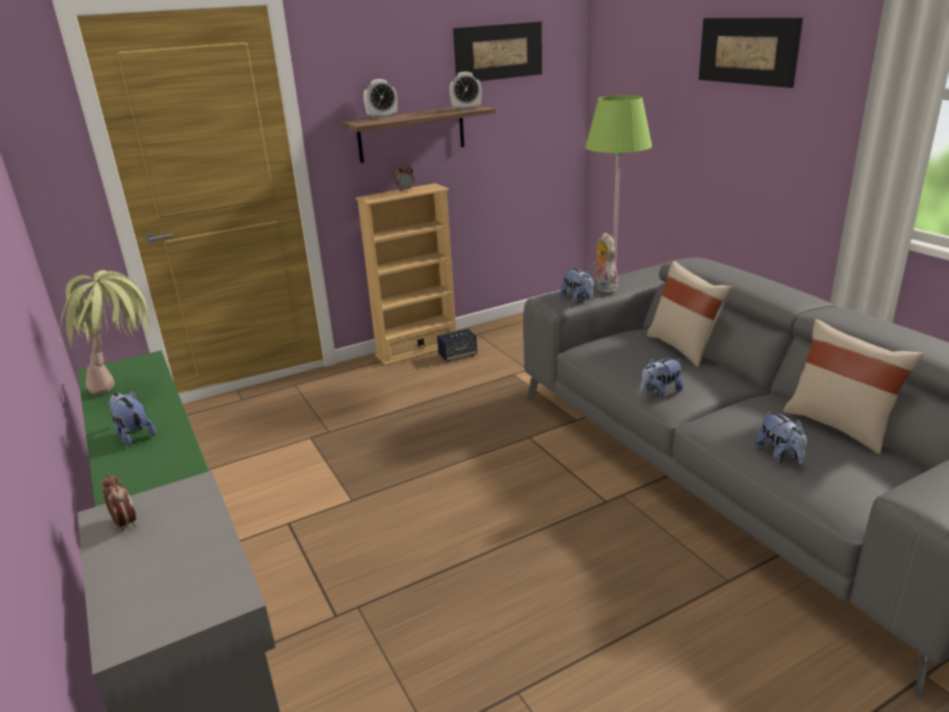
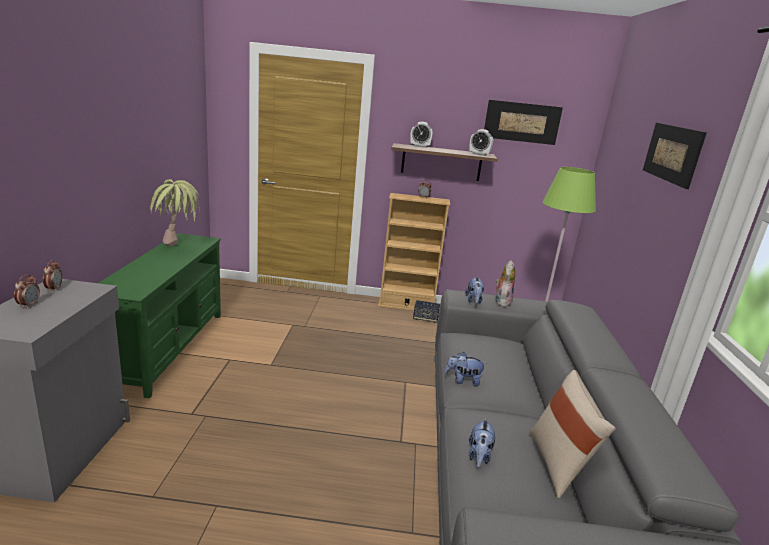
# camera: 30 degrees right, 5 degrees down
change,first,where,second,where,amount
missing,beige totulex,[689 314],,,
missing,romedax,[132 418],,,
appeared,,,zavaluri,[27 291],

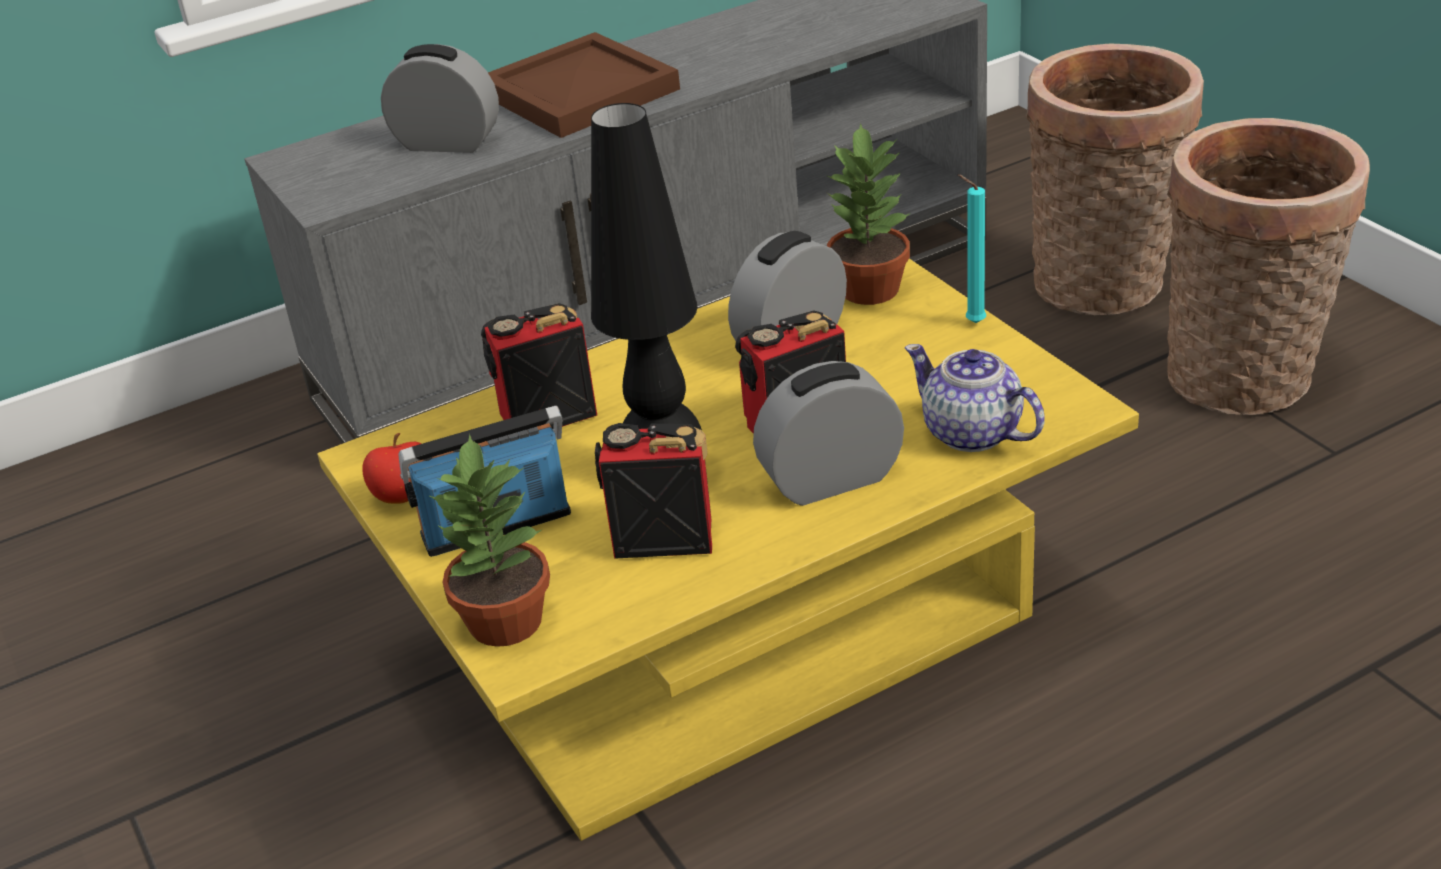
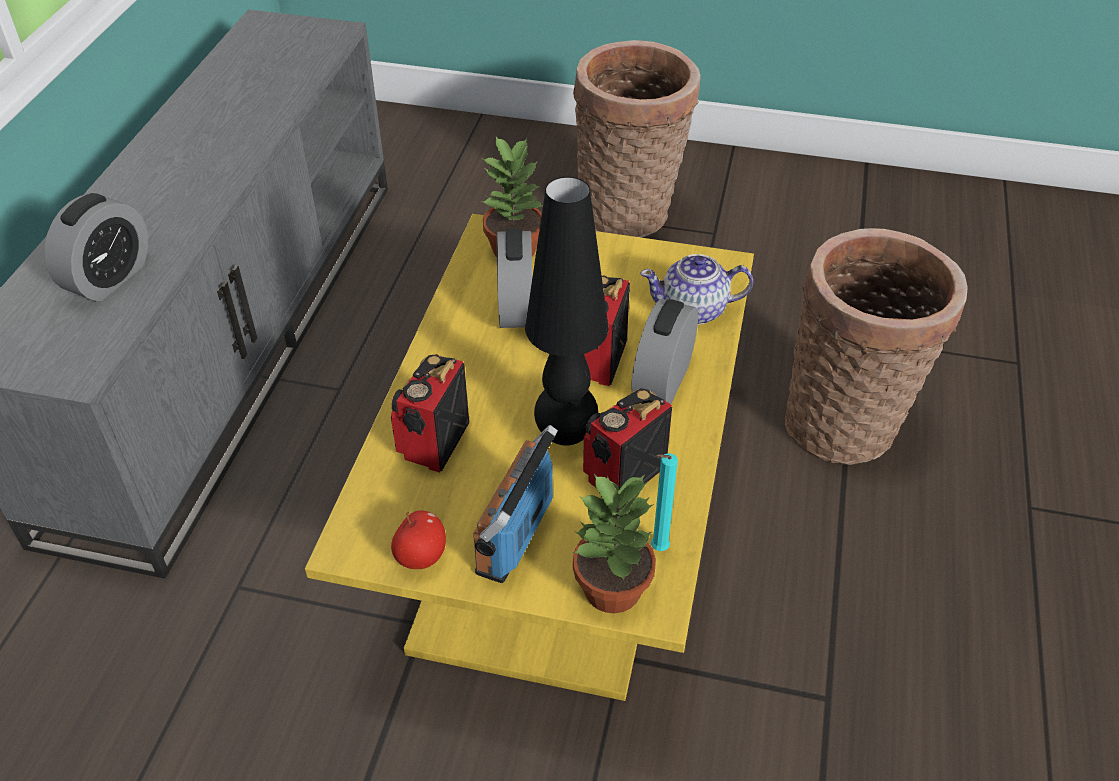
# camera: 50 degrees left, 10 degrees up
change,first,where,second,where,amount
missing,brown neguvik,[584 85],,,
spun,zavaluri,[440 98],,[96 247],150 degrees clockwise
relocated,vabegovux,[1115 179],,[876 346],
relocated,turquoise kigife,[972 248],,[664 502],

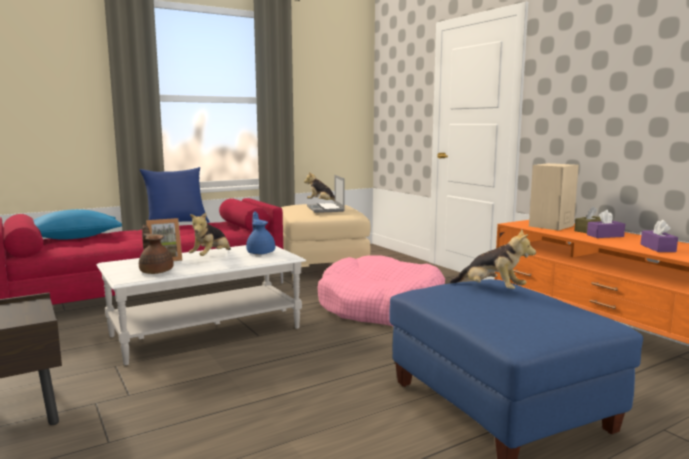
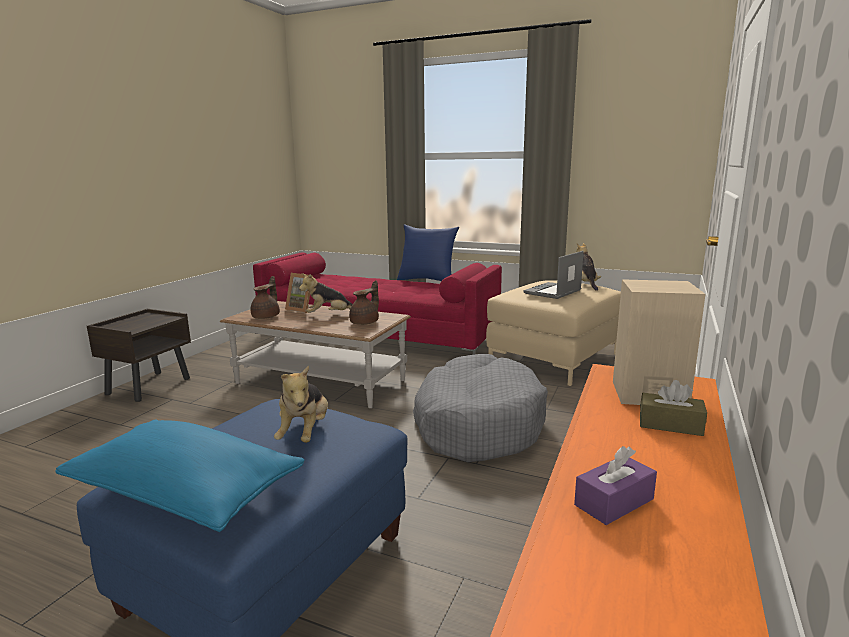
# camera: 55 degrees right, 5 degrees up
change,first,where,second,where,amount
relocated,blue totulex,[77 224],,[179 475],
missing,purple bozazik,[606 224],,,
colour,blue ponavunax,[260 233],brown ponavunax,[364 302],
colour,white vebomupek,[201 305],brown vebomupek,[315 354],
colour,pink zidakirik,[381 290],grey zidakirik,[480 408],

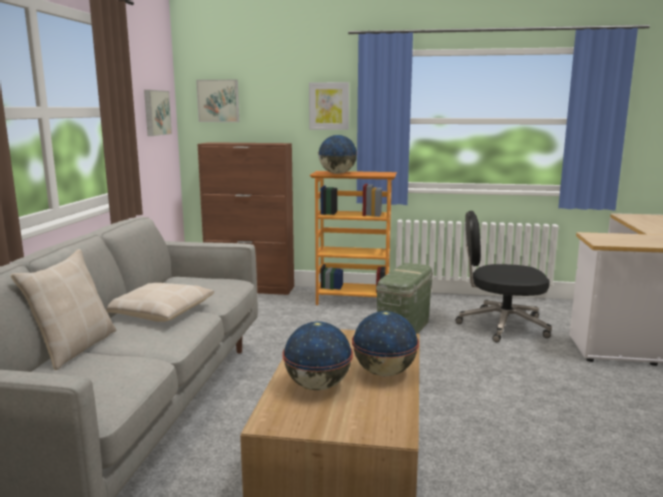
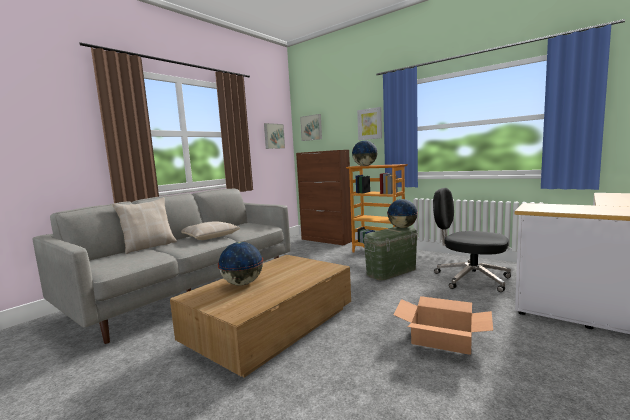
# camera: 30 degrees right, 5 degrees down
change,first,where,second,where,amount
relocated,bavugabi,[385 343],,[402 213],
appeared,,,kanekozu,[443 325],

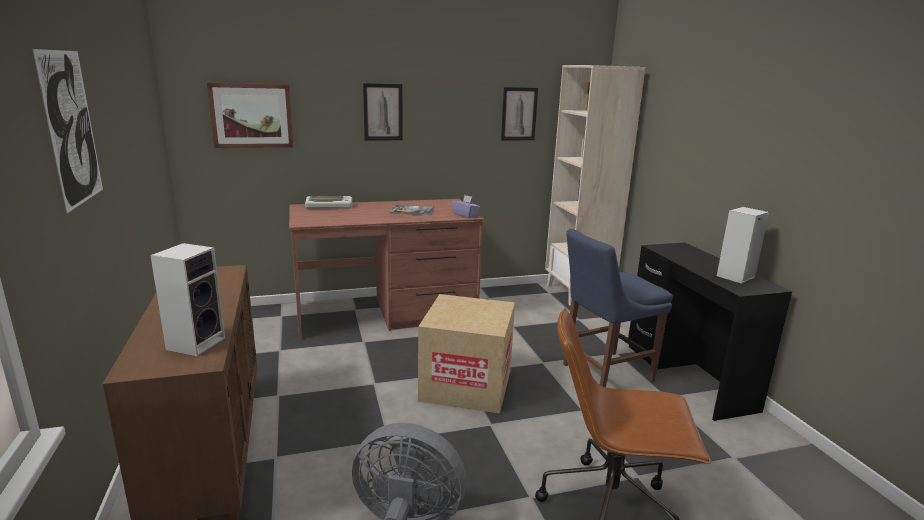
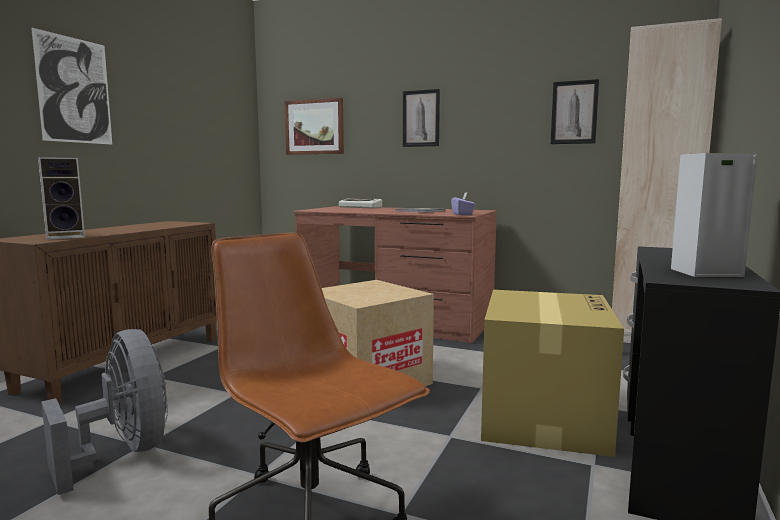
# camera: 40 degrees right, 10 degrees down
change,first,where,second,where,amount
exchanged,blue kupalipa,[618 308],kanekozu,[552 373],

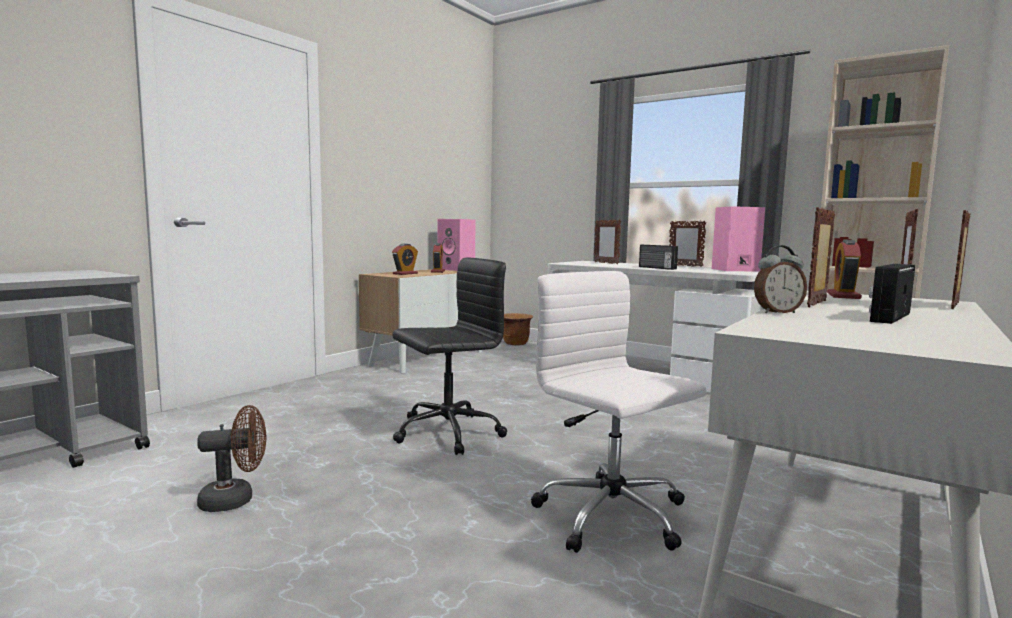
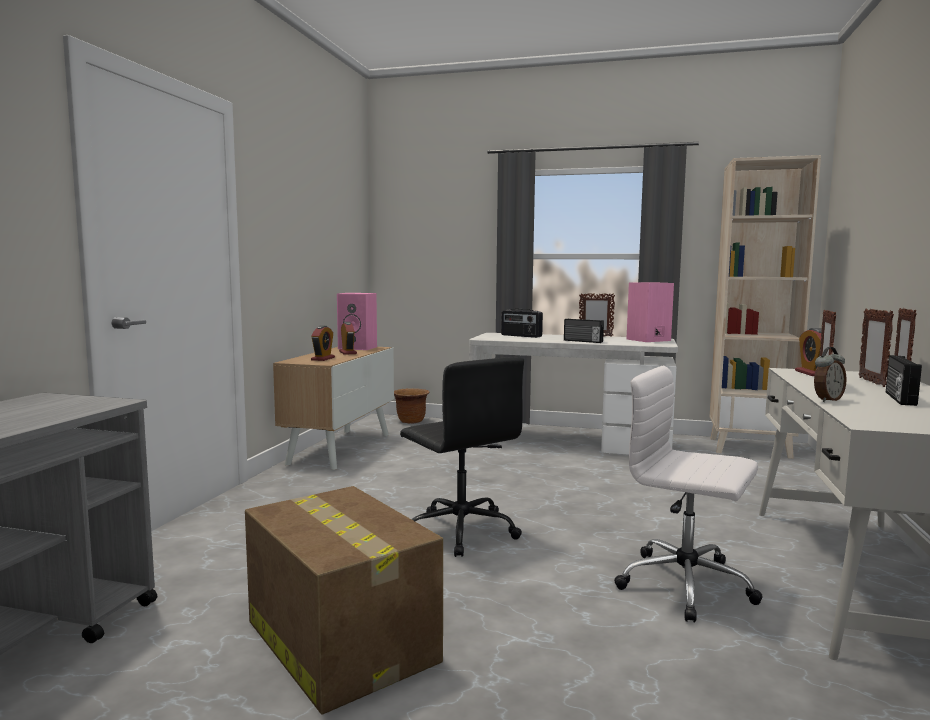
# camera: 20 degrees left, 0 degrees up
change,first,where,second,where,amount
exchanged,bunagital,[607 241],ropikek,[522 323],
spun,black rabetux,[450 356],,[462 457],105 degrees clockwise
exchanged,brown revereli,[231 458],kanekozu,[344 600],

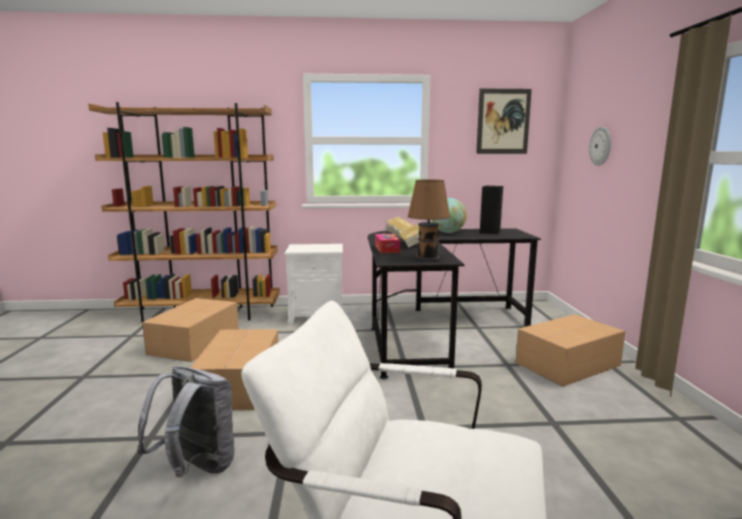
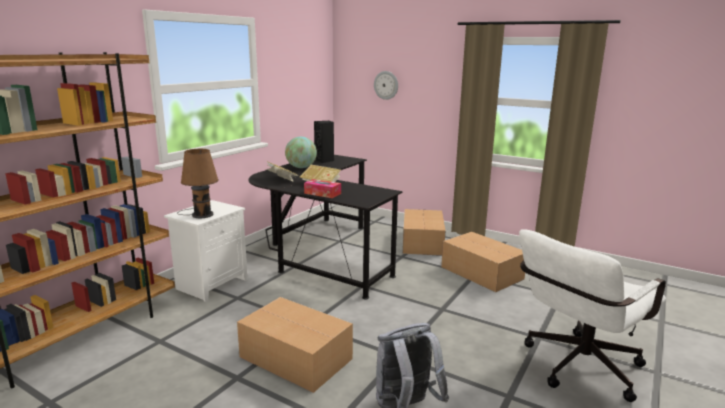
# camera: 55 degrees left, 5 degrees up
change,first,where,second,where,amount
missing,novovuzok,[504 121],,,
relocated,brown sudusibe,[428 220],,[198 183],
relocated,kanekozu,[190 330],,[483 262],

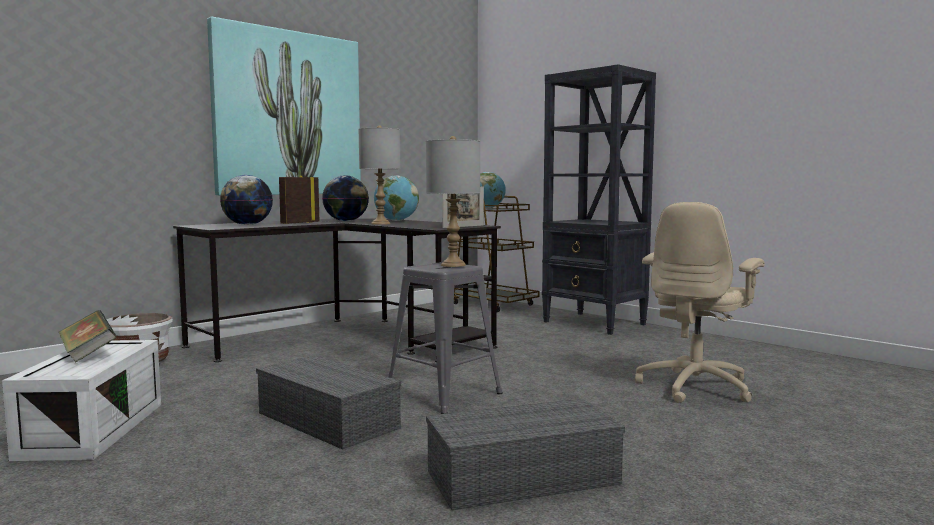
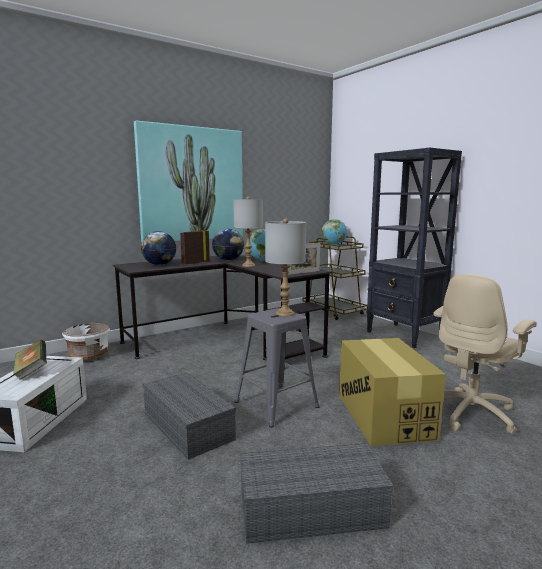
# camera: 10 degrees right, 5 degrees up
change,first,where,second,where,amount
appeared,,,kanekozu,[392 392],

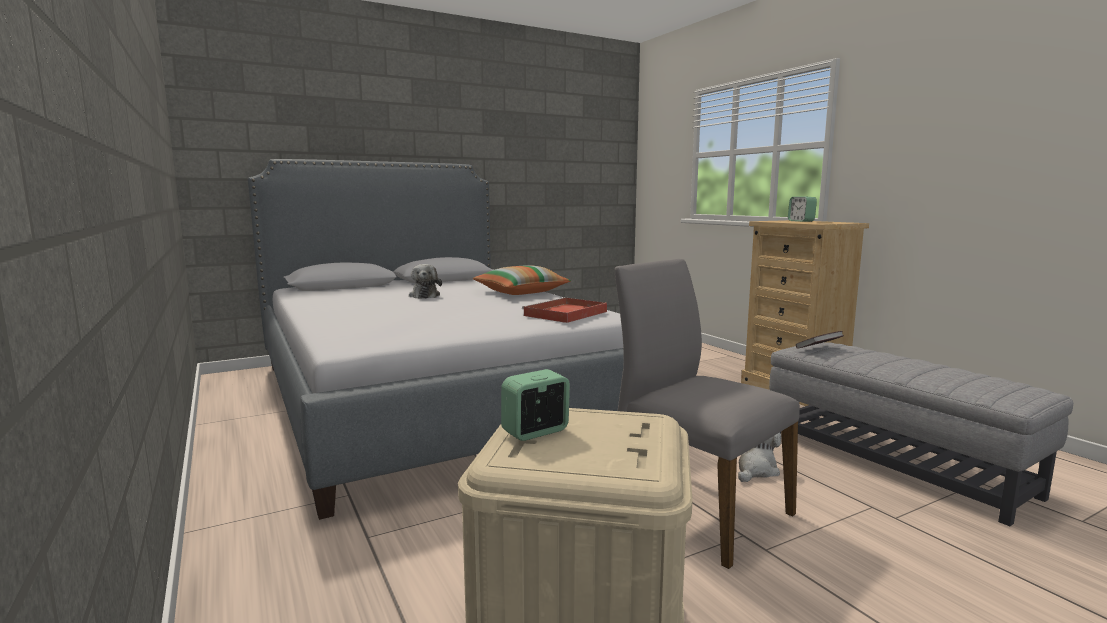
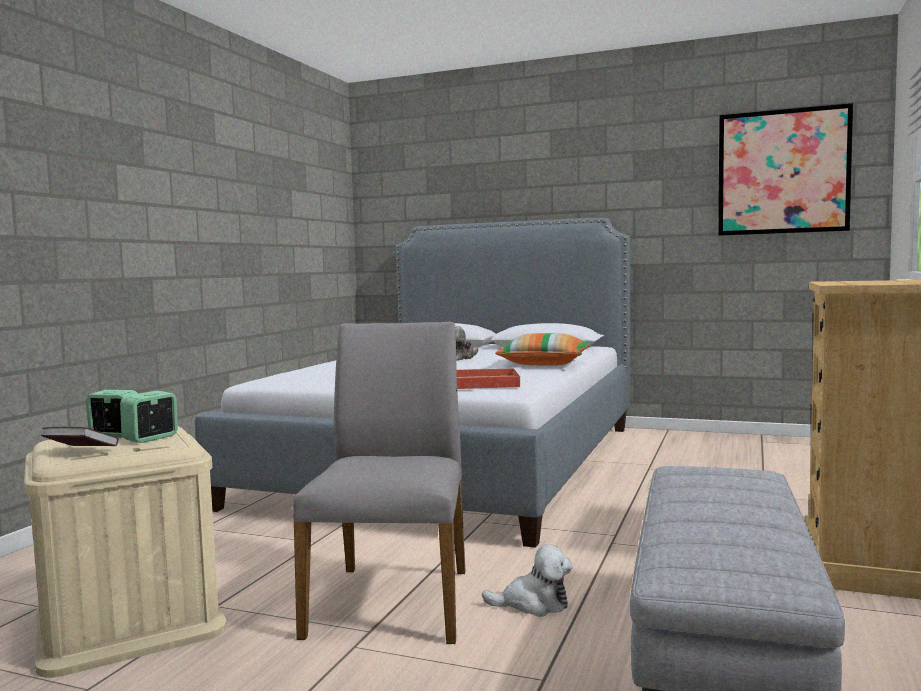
# camera: 50 degrees right, 5 degrees down
change,first,where,second,where,amount
relocated,zavaluri,[802 209],,[149 417],
relocated,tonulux,[820 340],,[79 436],
appeared,,,novovuzok,[785 169],

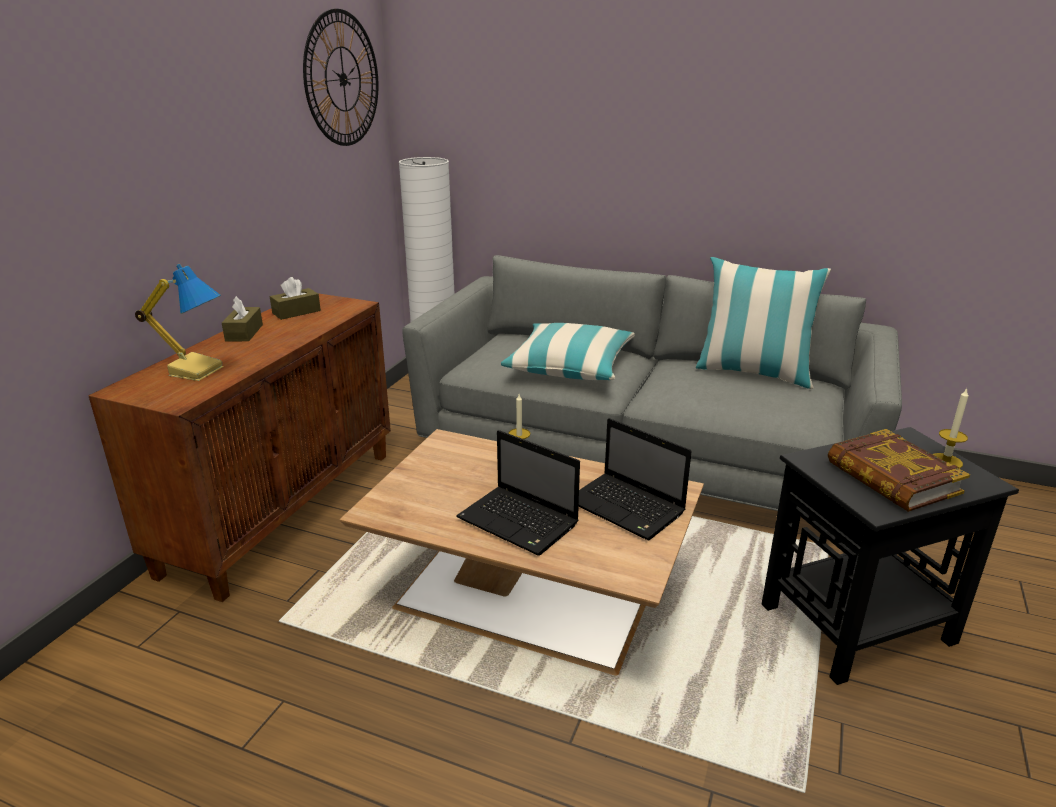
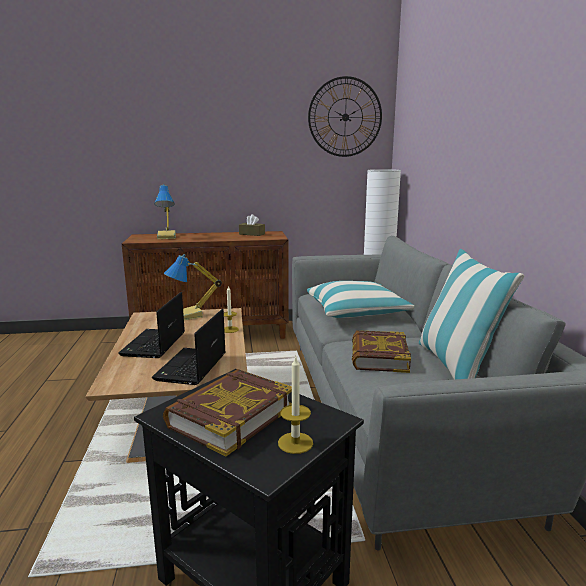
# camera: 60 degrees right, 10 degrees down
change,first,where,second,where,amount
missing,brown bozazik,[242 318],,,
appeared,,,sudusibe,[193 287],
appeared,,,tonulux,[381 351],

